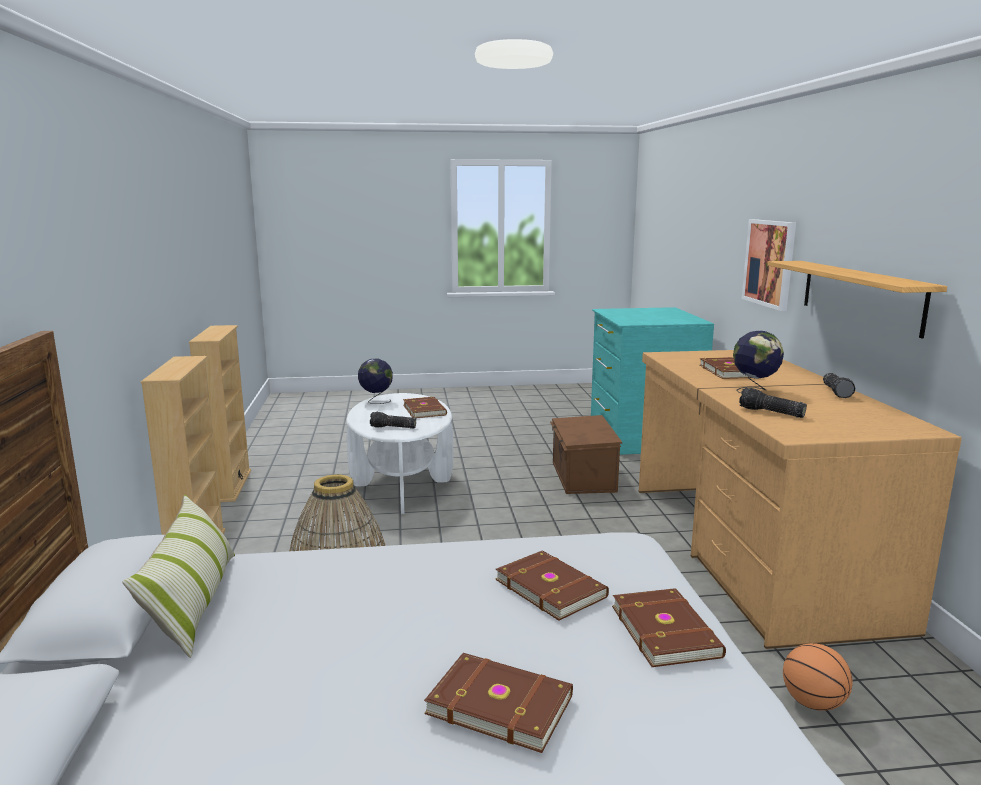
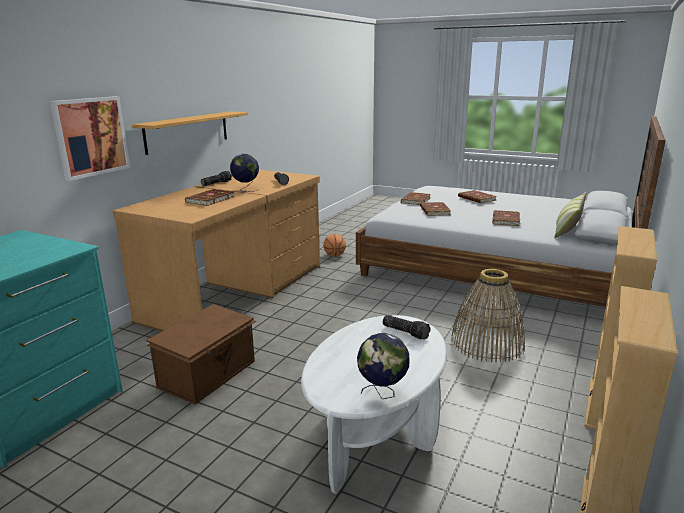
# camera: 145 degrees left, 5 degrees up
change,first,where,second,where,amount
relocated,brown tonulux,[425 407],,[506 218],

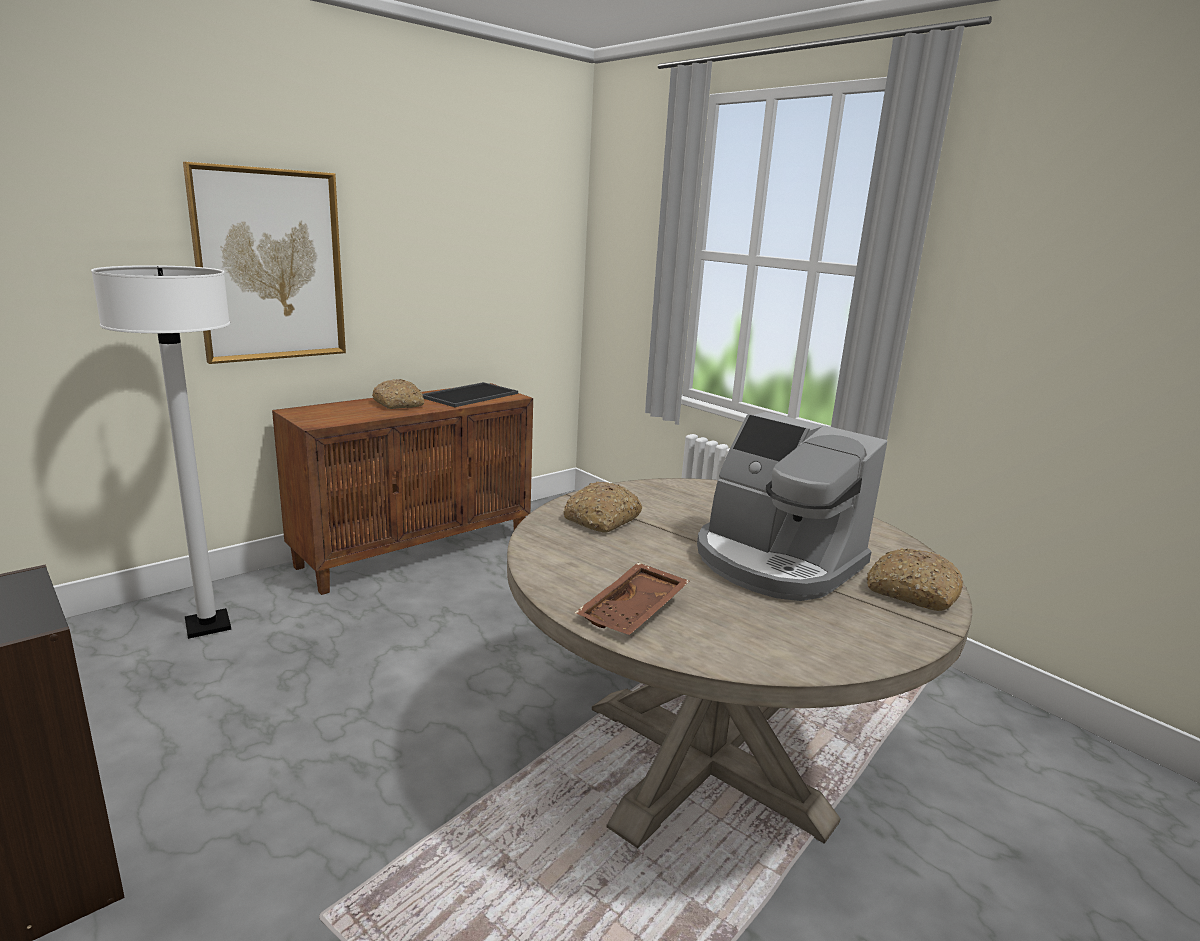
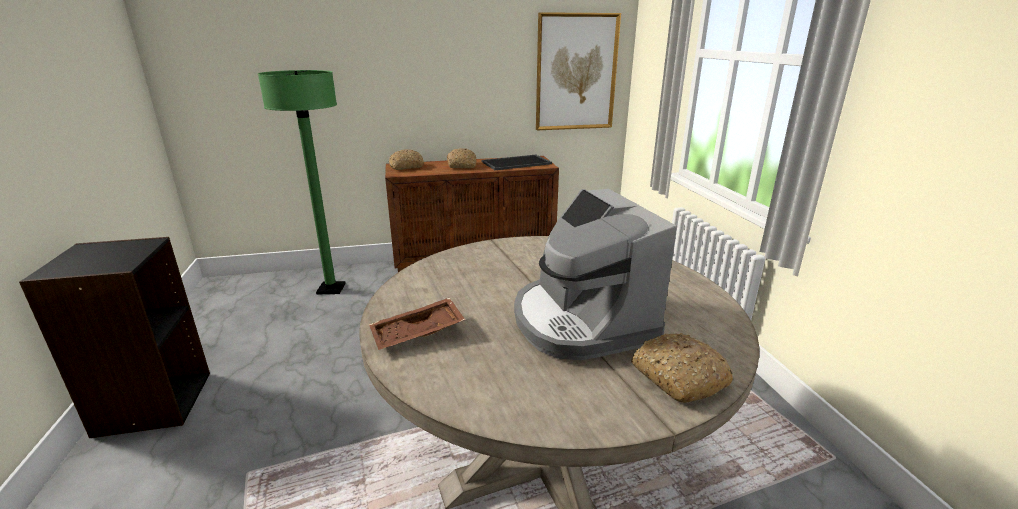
# camera: 30 degrees right, 5 degrees up
change,first,where,second,where,amount
relocated,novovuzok,[264 263],,[578 71],
colour,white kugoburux,[161 452],green kugoburux,[302 182],
relocated,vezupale,[603 507],,[406 159],

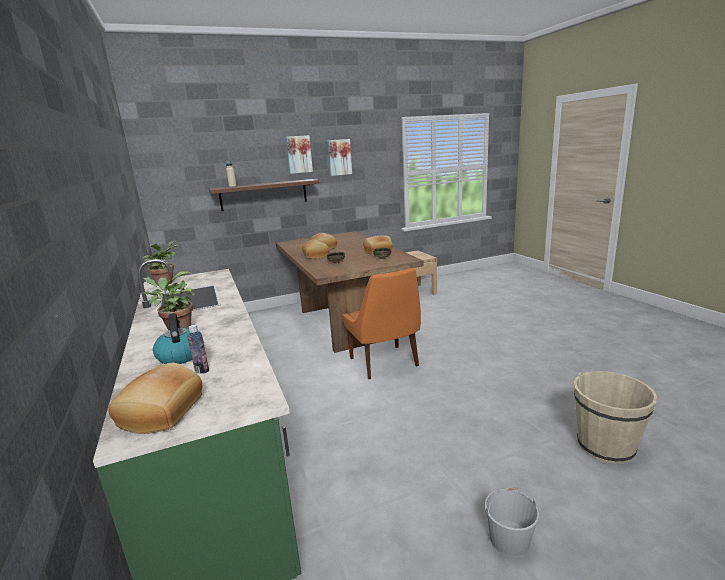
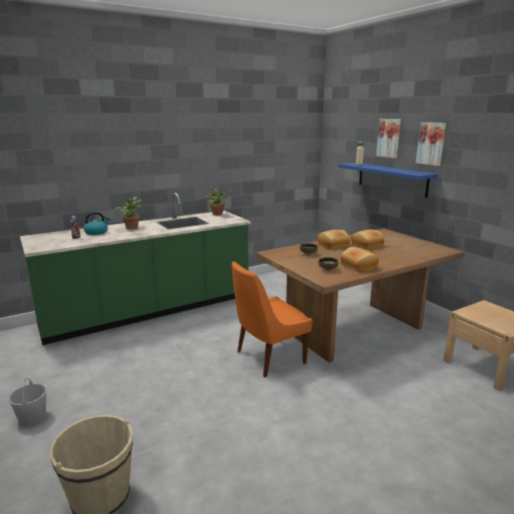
# camera: 80 degrees right, 0 degrees up
change,first,where,second,where,amount
relocated,novovuzok,[340 157],,[388 138],
colour,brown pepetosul,[264 195],blue pepetosul,[388 180],
missing,vezupale,[155 398],,,

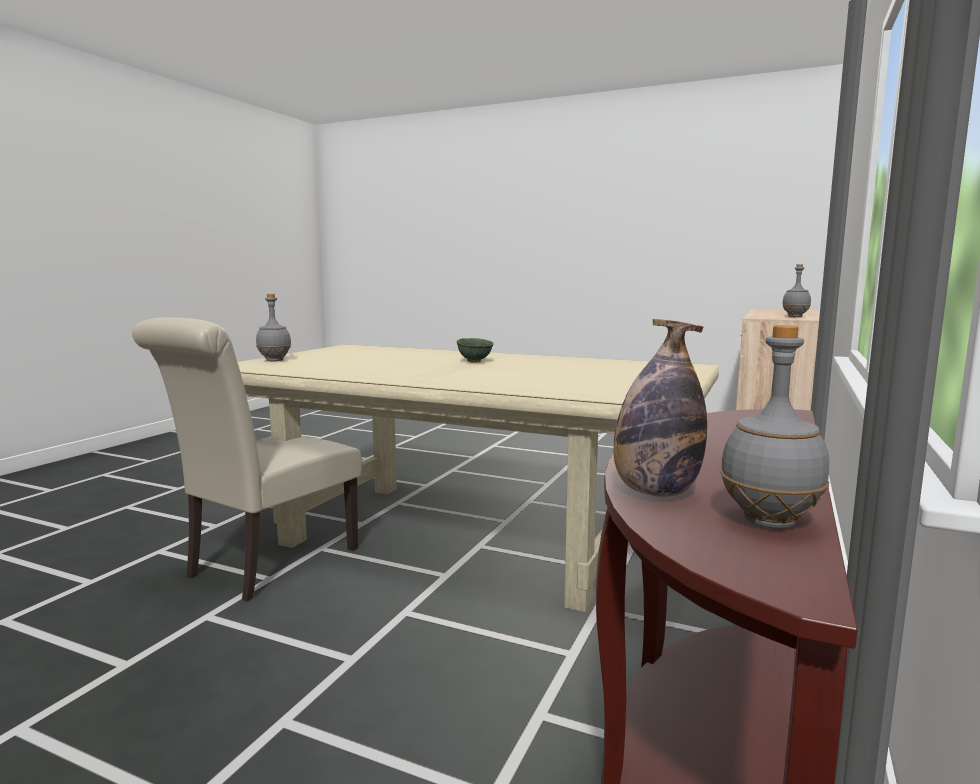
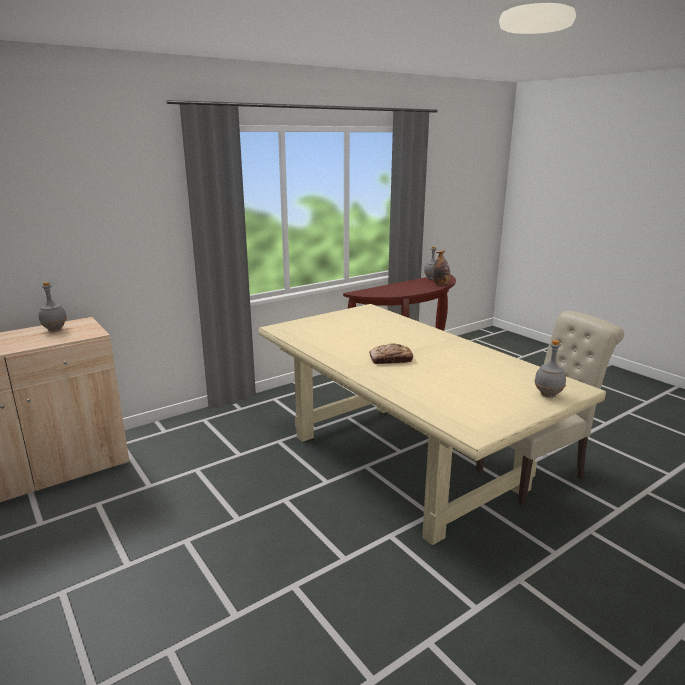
# camera: 150 degrees left, 10 degrees up
change,first,where,second,where,amount
exchanged,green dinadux,[475 350],vezupale,[391 353],

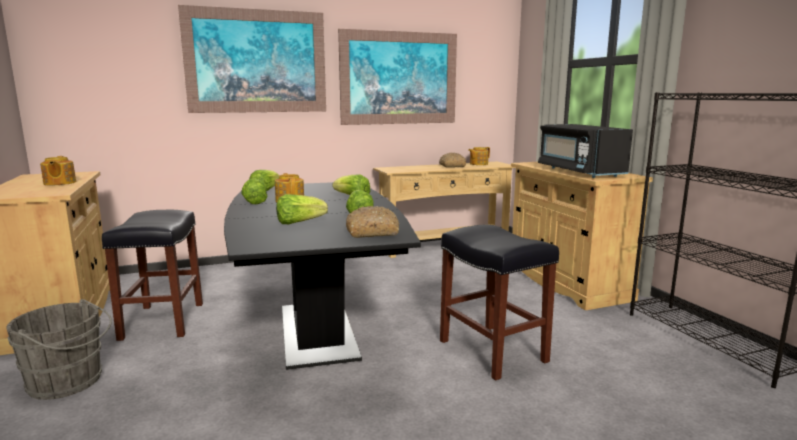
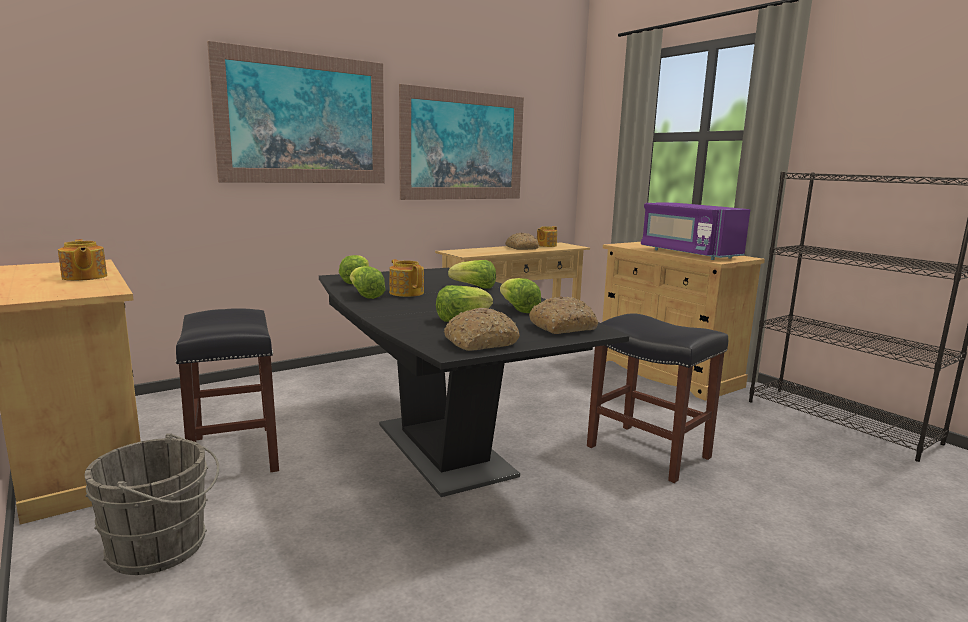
# camera: 15 degrees left, 0 degrees up
change,first,where,second,where,amount
colour,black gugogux,[585 151],purple gugogux,[695 231],
appeared,,,vezupale,[482 329],

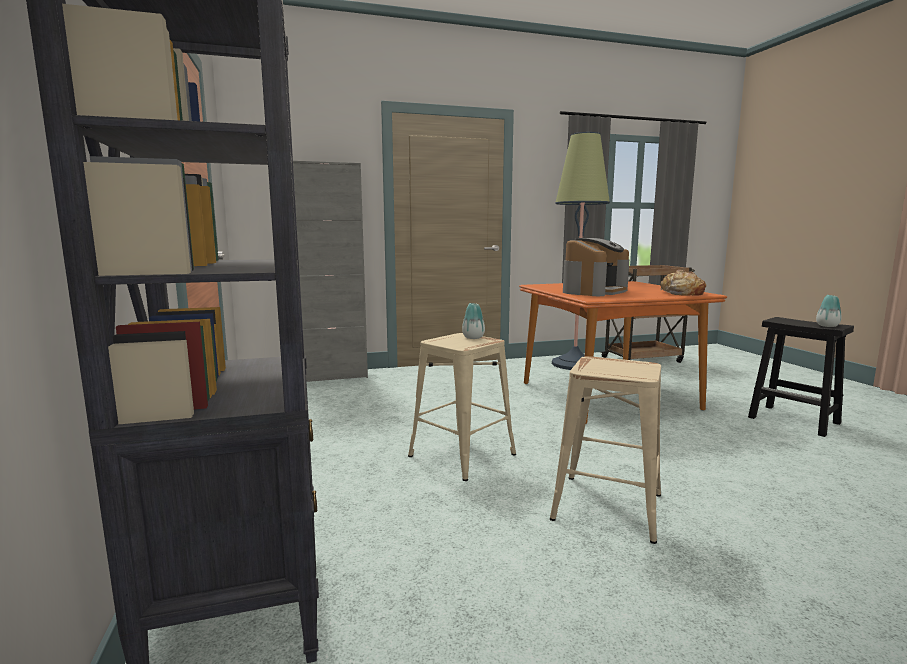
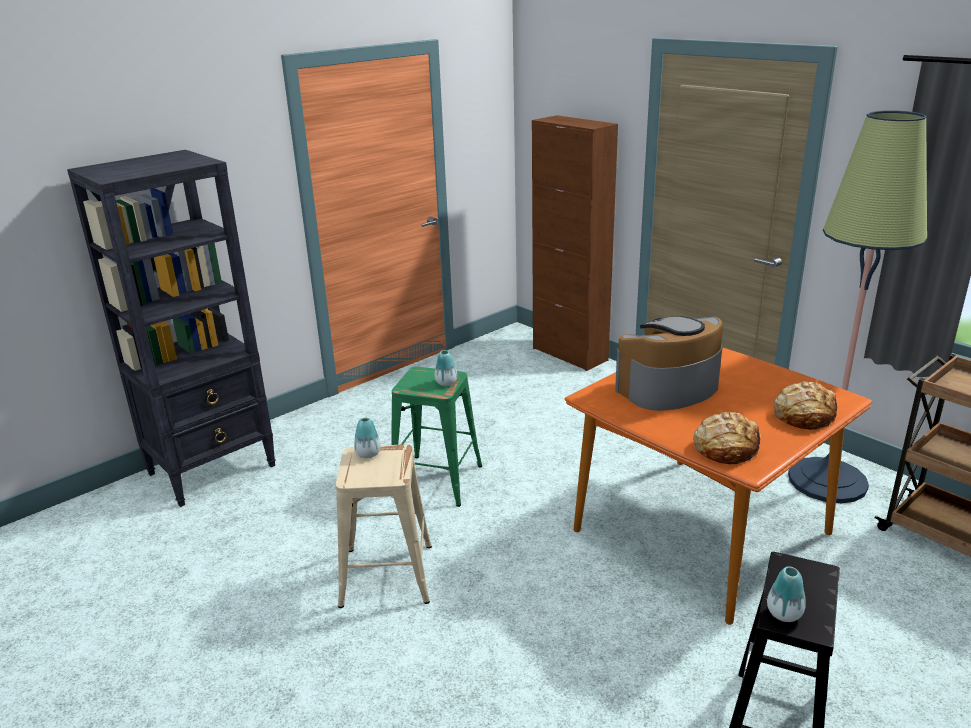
# camera: 65 degrees right, 15 degrees up
change,first,where,second,where,amount
colour,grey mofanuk,[330 271],brown mofanuk,[575 243],
spun,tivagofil,[596 267],,[669 363],135 degrees clockwise
colour,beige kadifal,[462 407],green kadifal,[436 437],
appeared,,,vezupale,[805 405],
appeared,,,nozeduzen,[367 438],

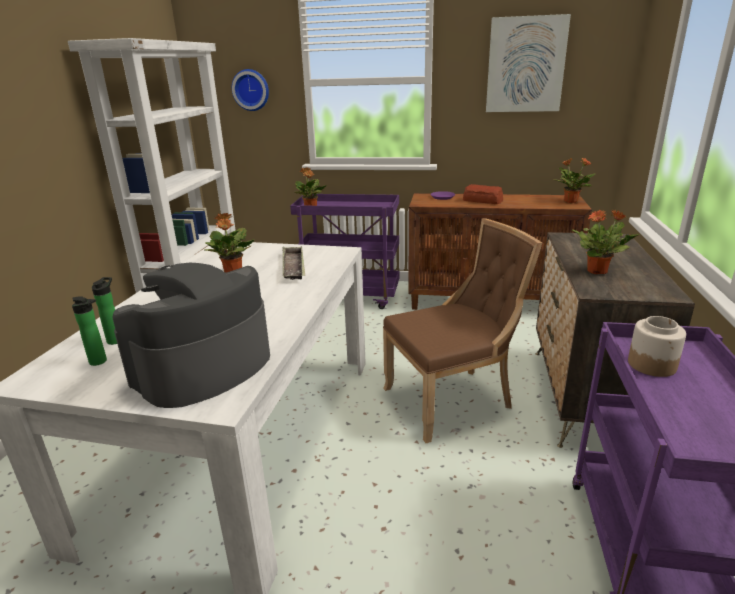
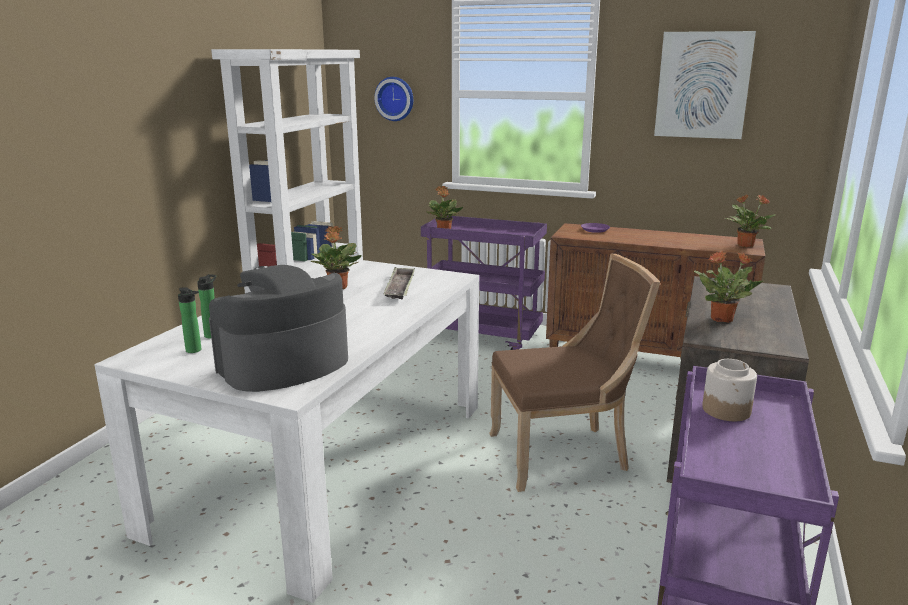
# camera: 10 degrees right, 5 degrees down
change,first,where,second,where,amount
missing,vezupale,[483 194],,,

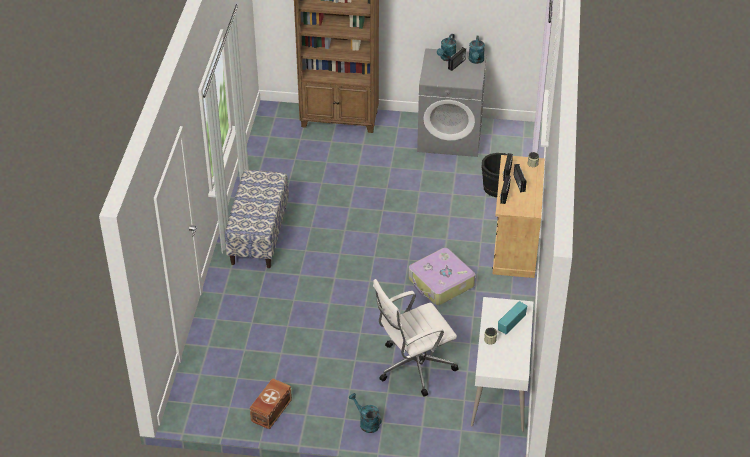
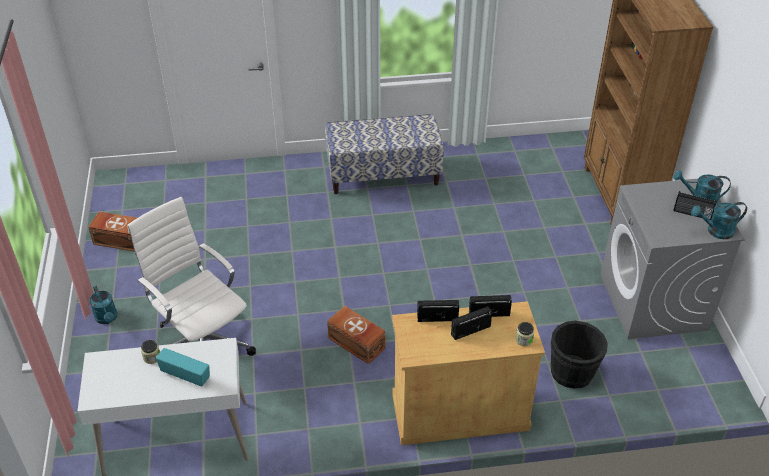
# camera: 75 degrees right, 0 degrees up
change,first,where,second,where,amount
exchanged,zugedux,[441 276],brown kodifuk,[356 335],
spun,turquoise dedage,[365 413],,[103 305],120 degrees clockwise

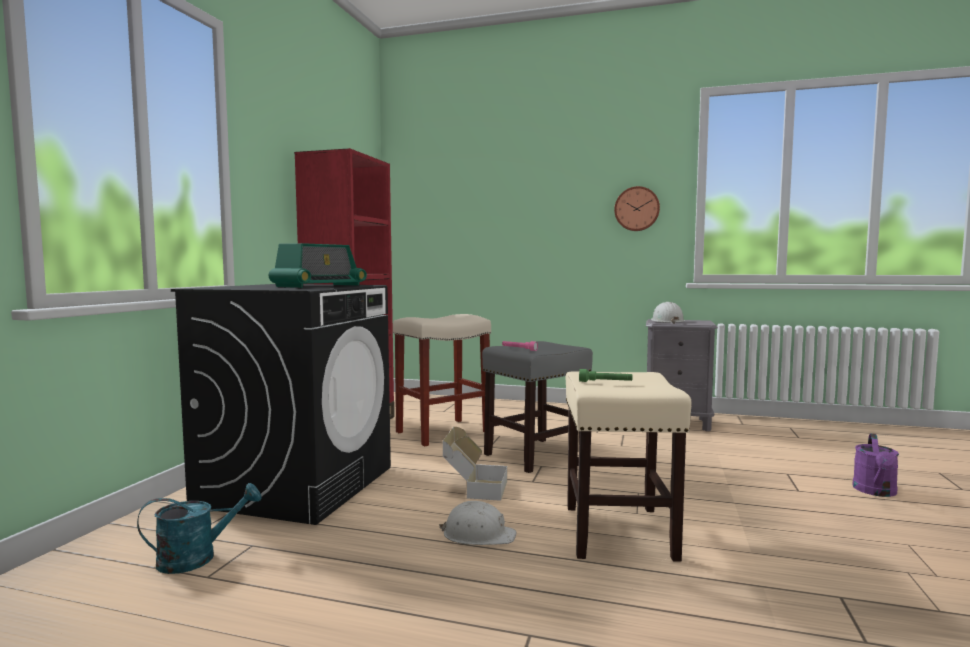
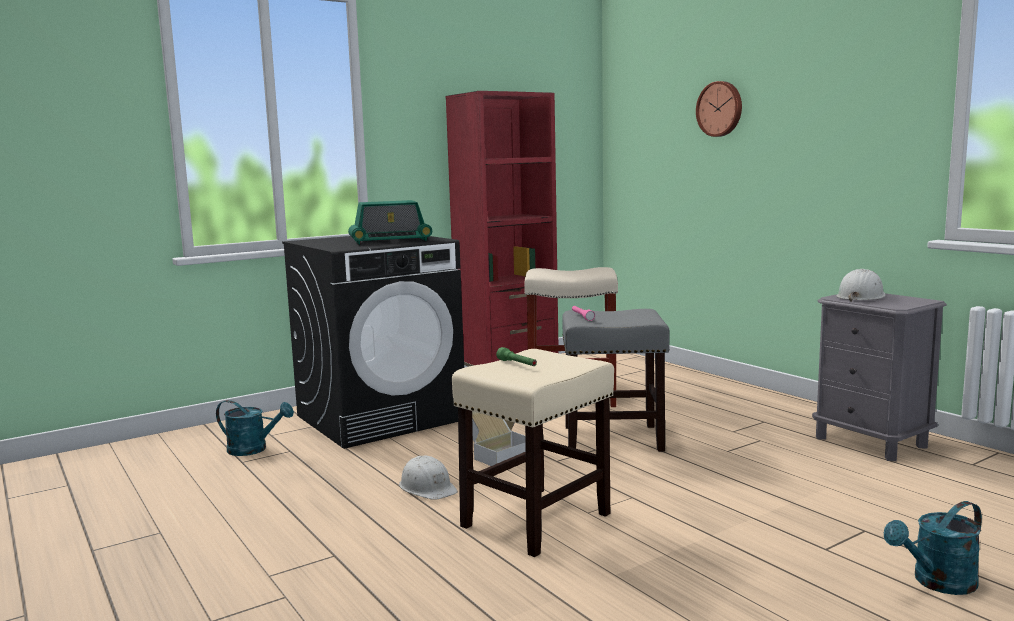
# camera: 40 degrees right, 5 degrees up
change,first,where,second,where,amount
relocated,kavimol,[637 208],,[719 109],
colour,purple dedage,[875 465],turquoise dedage,[933 548],

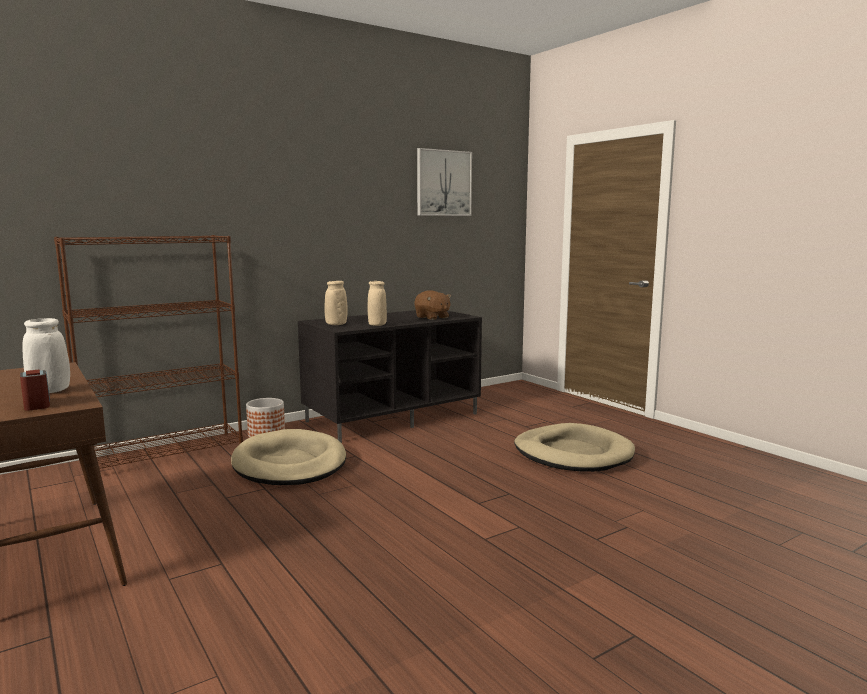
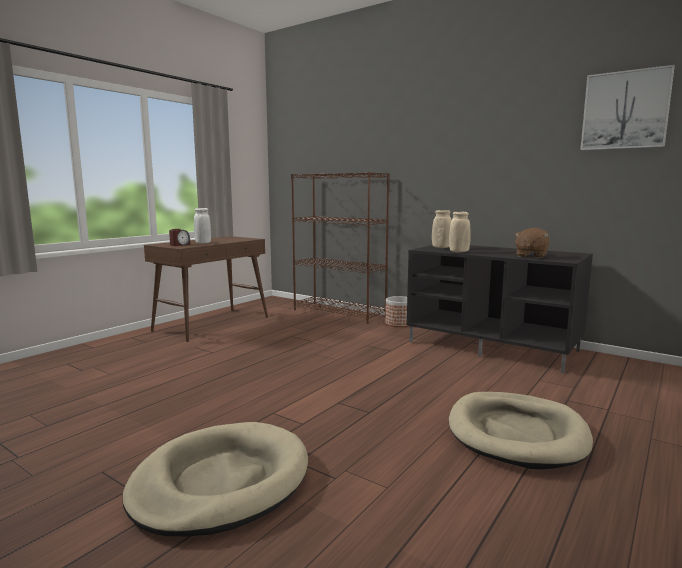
# camera: 70 degrees right, 0 degrees up
change,first,where,second,where,amount
relocated,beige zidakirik,[288 457],,[215 479],

